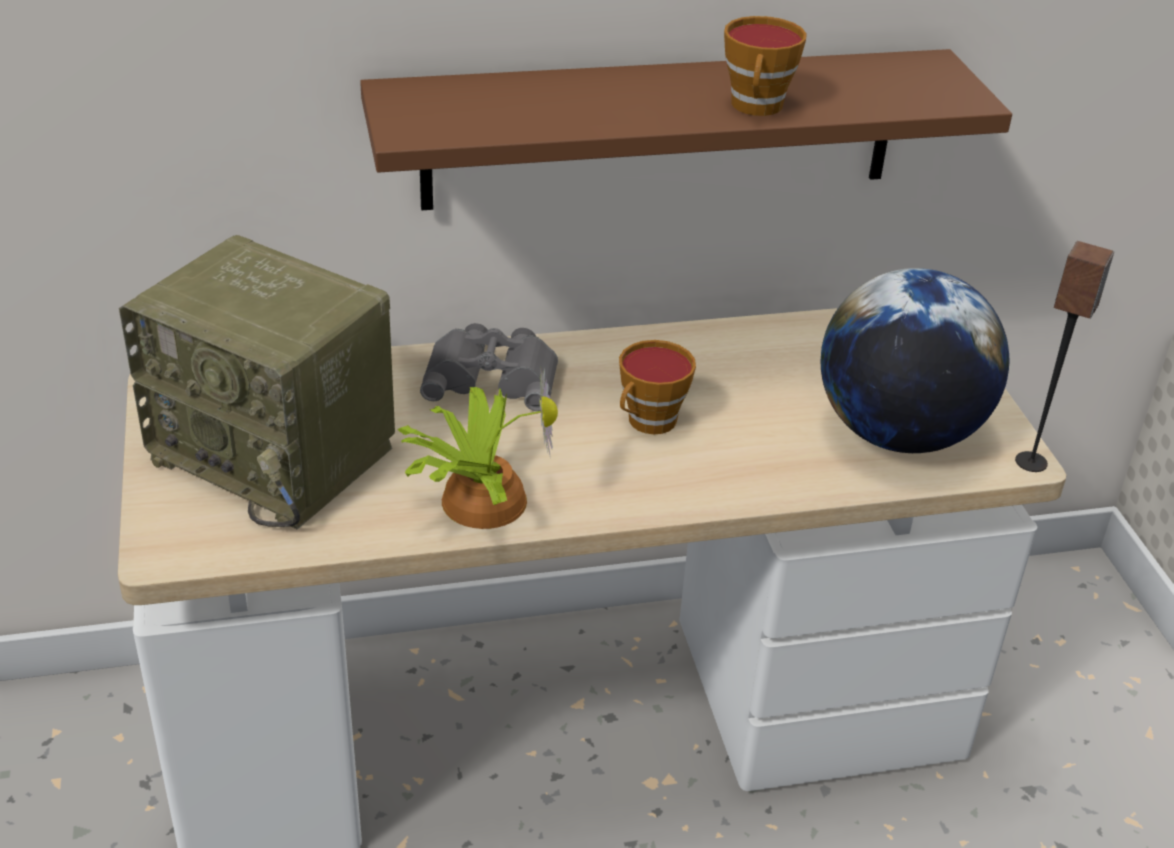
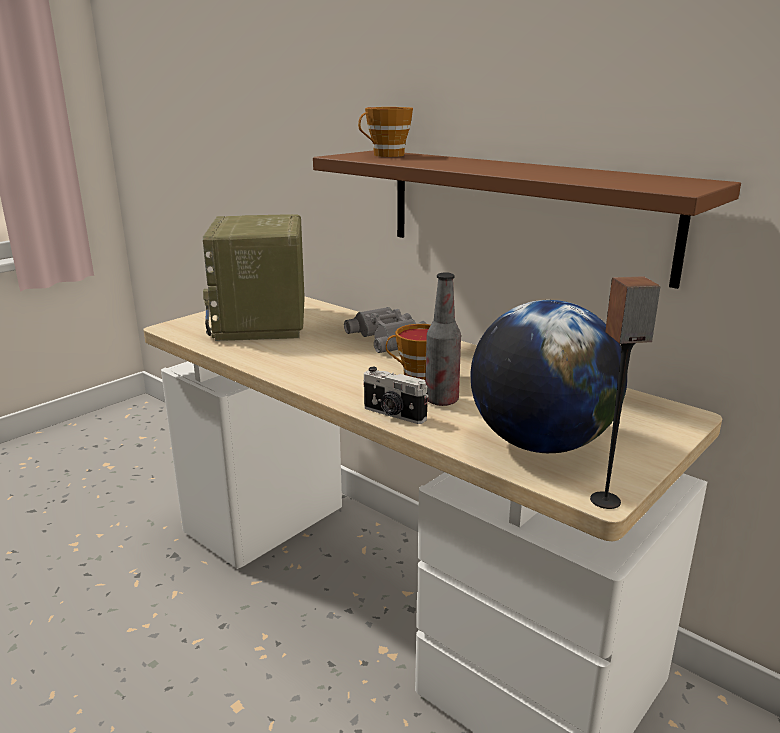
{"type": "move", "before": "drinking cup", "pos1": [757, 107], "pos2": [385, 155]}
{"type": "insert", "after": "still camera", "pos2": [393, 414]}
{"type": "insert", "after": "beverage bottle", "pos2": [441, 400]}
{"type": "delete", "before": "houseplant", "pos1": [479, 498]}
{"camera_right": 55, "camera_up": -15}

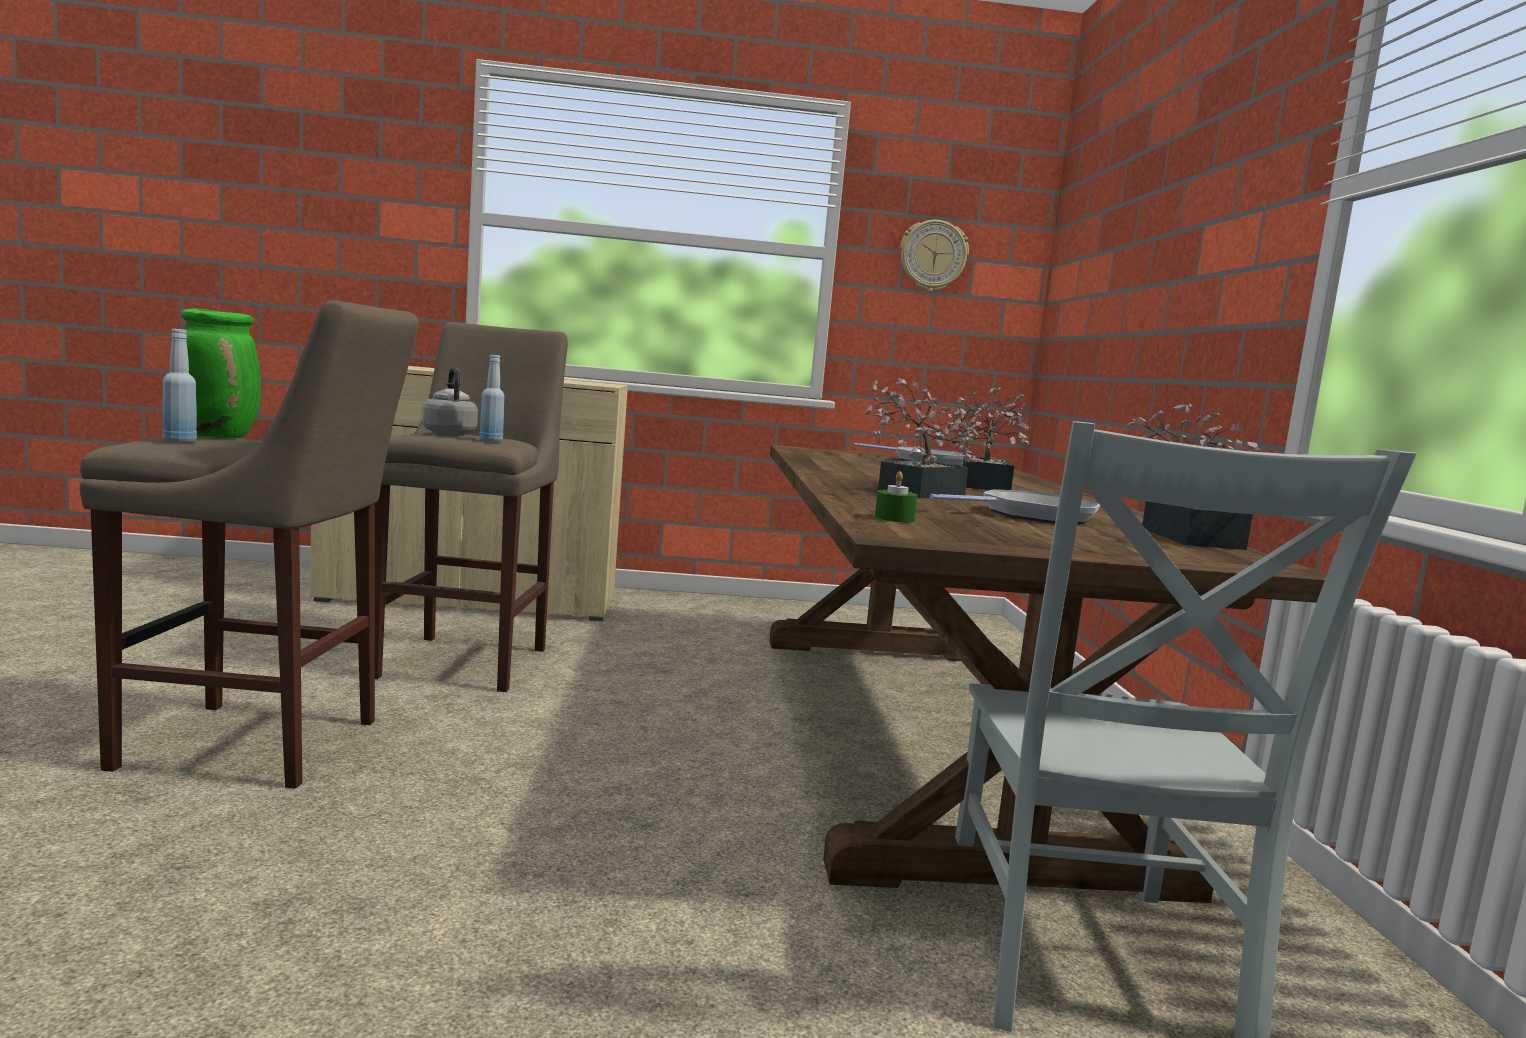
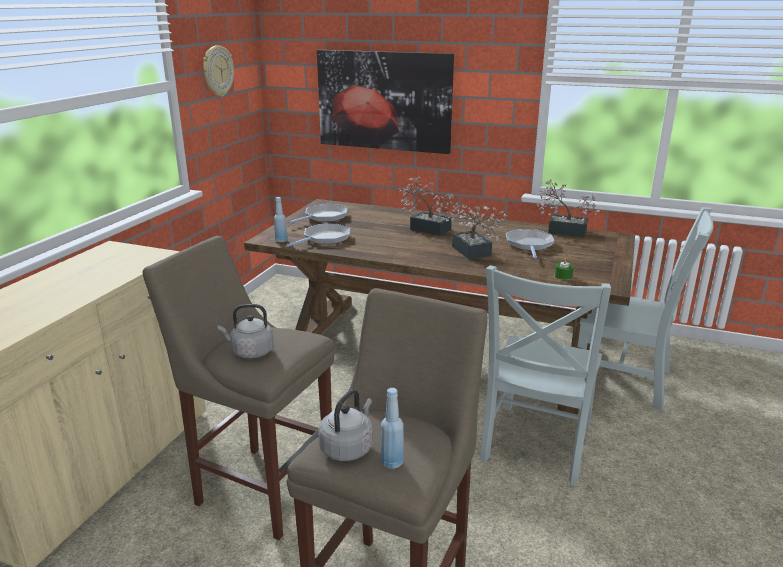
{"type": "move", "before": "blue beverage bottle", "pos1": [491, 440], "pos2": [281, 240]}
{"type": "insert", "after": "pan", "pos2": [324, 239]}
{"type": "insert", "after": "wall picture", "pos2": [384, 101]}
{"type": "replace", "before": "greenish vase", "after": "greyish kettle", "pos1": [220, 437], "pos2": [348, 447]}
{"type": "insert", "after": "greyish chair", "pos2": [535, 446]}
{"camera_right": -65, "camera_up": 15}

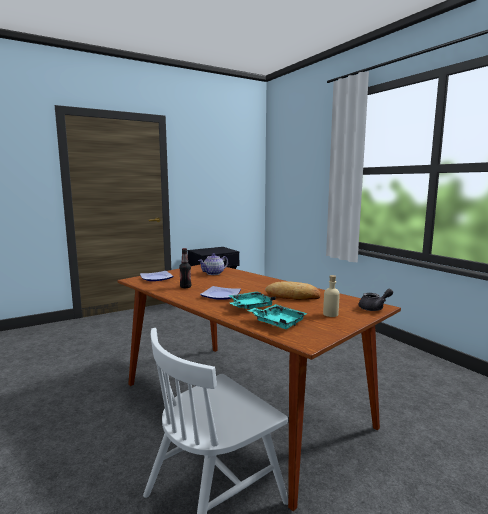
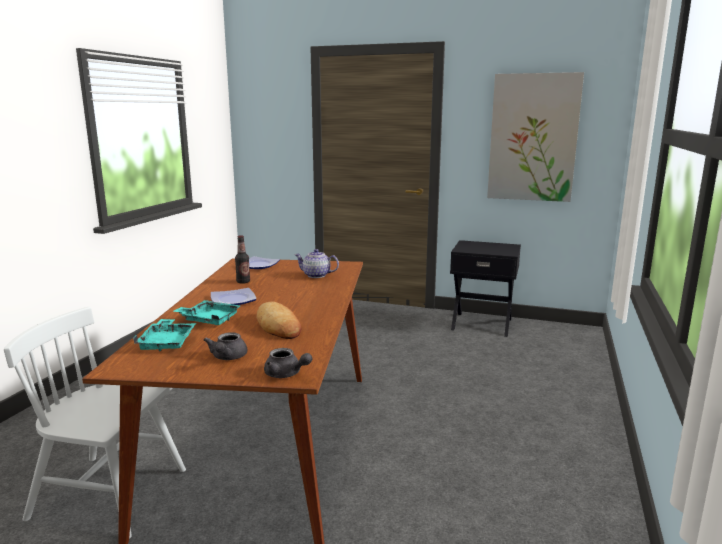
{"type": "replace", "before": "beige beverage bottle", "after": "greyish teapot", "pos1": [330, 314], "pos2": [227, 358]}
{"type": "insert", "after": "wall picture", "pos2": [533, 138]}
{"camera_right": 50, "camera_up": 5}

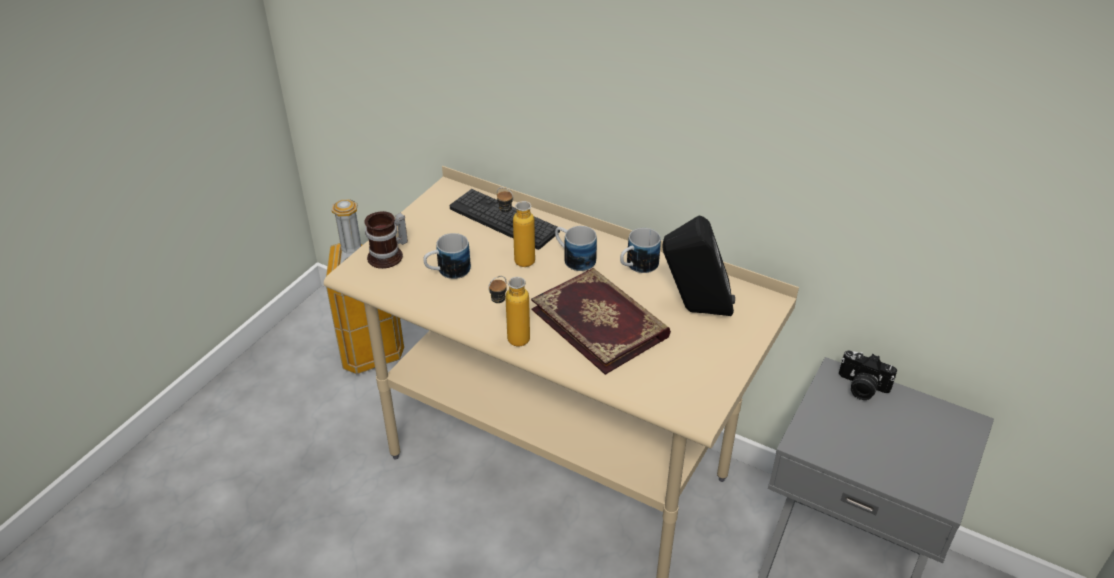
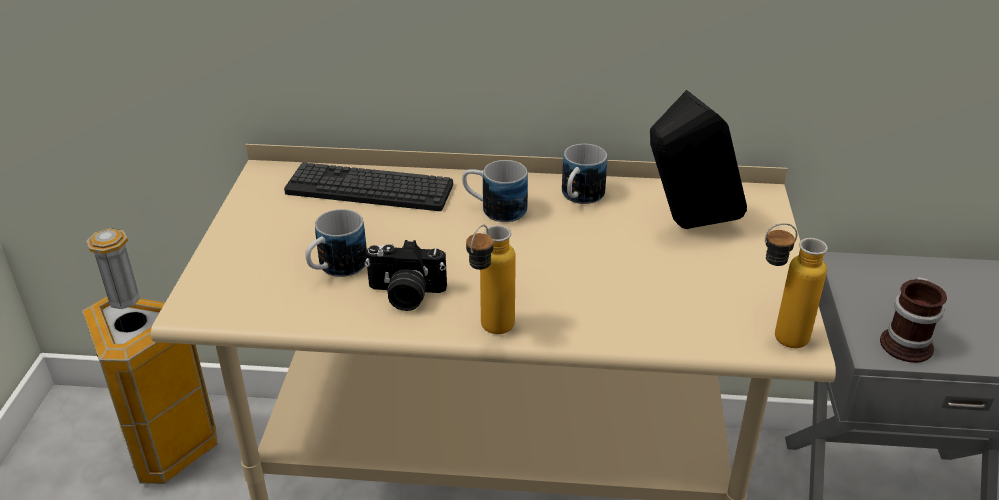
{"type": "move", "before": "still camera", "pos1": [861, 387], "pos2": [405, 295]}
{"type": "move", "before": "beverage bottle", "pos1": [516, 259], "pos2": [777, 338]}
{"type": "move", "before": "tea mug", "pos1": [389, 256], "pos2": [909, 342]}
{"type": "delete", "before": "bound book", "pos1": [601, 322]}
{"camera_right": -25, "camera_up": -5}

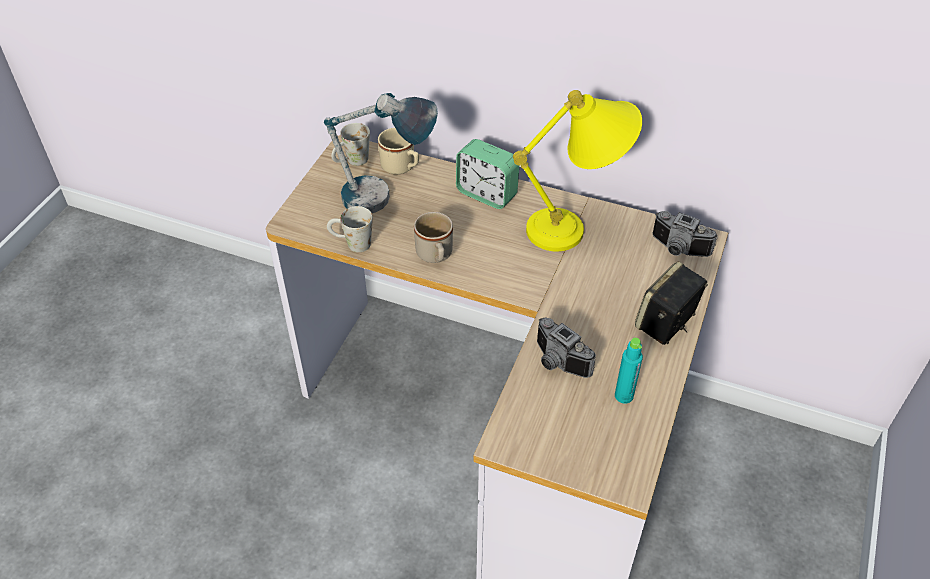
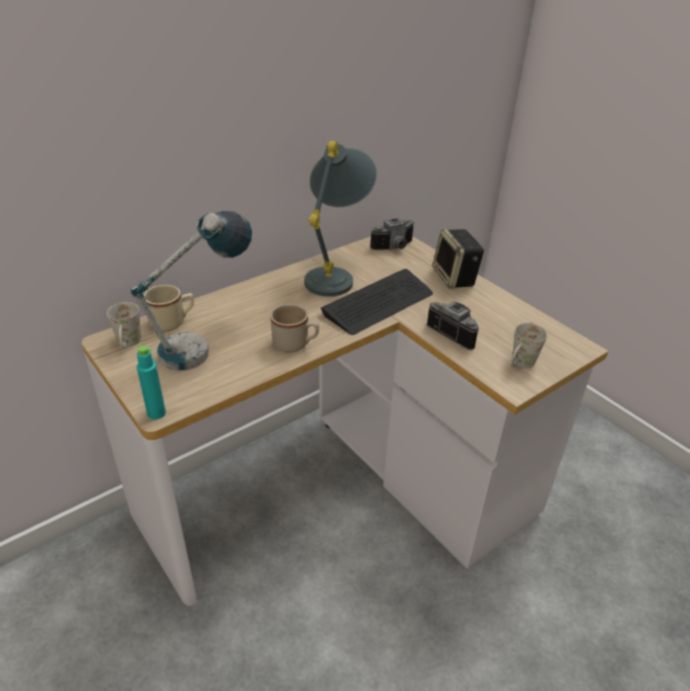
{"type": "move", "before": "turquoise-coloured beverage bottle", "pos1": [624, 396], "pos2": [156, 413]}
{"type": "recolor", "before": "yellow tabletop lamp", "after": "greyish tabletop lamp", "pos1": [576, 229], "pos2": [336, 274]}
{"type": "insert", "after": "PC keyboard", "pos2": [378, 303]}
{"type": "rotate", "before": "still camera", "pos1": [557, 363], "pos2": [455, 333], "turn": -120}
{"type": "move", "before": "white tea mug", "pos1": [351, 243], "pos2": [520, 365]}
{"type": "delete", "before": "alarm clock", "pos1": [486, 194]}
{"camera_right": -60, "camera_up": -10}

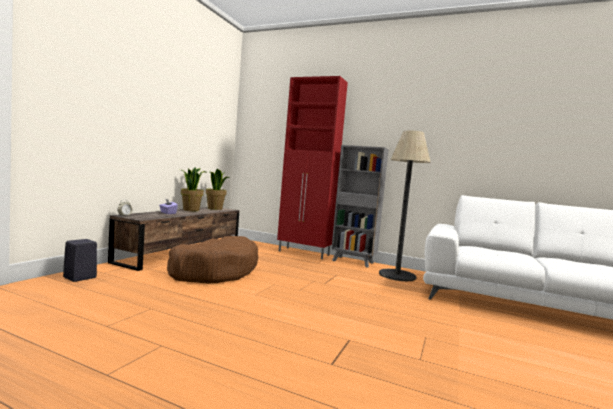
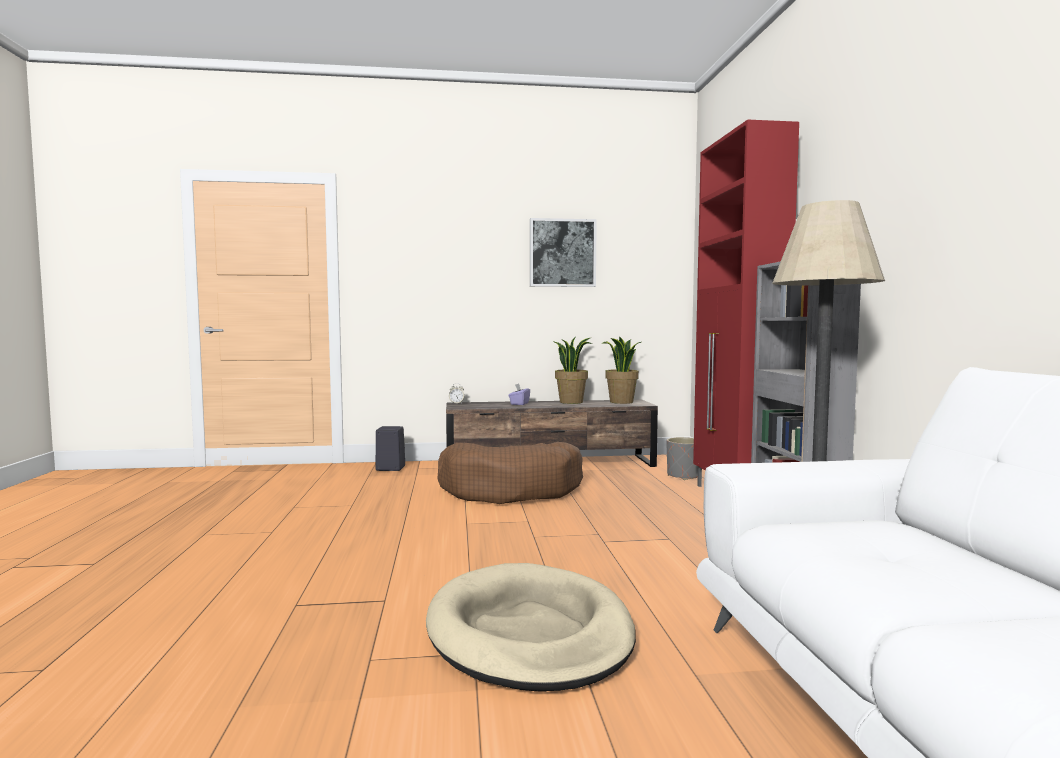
{"type": "insert", "after": "beige pet bed", "pos2": [529, 633]}
{"type": "insert", "after": "wall picture", "pos2": [562, 253]}
{"type": "insert", "after": "greyish flower pot", "pos2": [684, 476]}
{"camera_right": 60, "camera_up": 0}

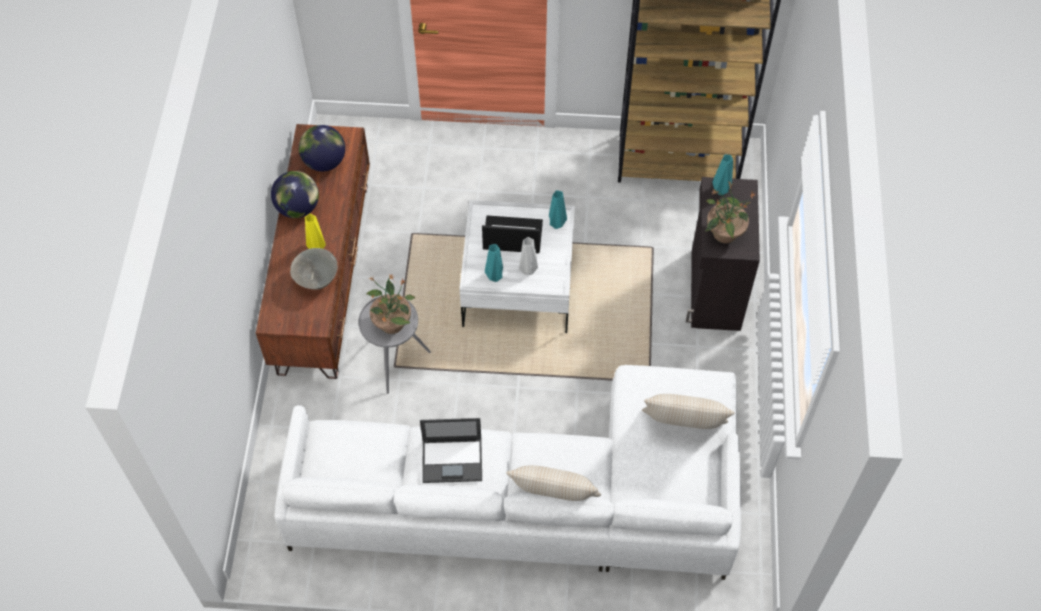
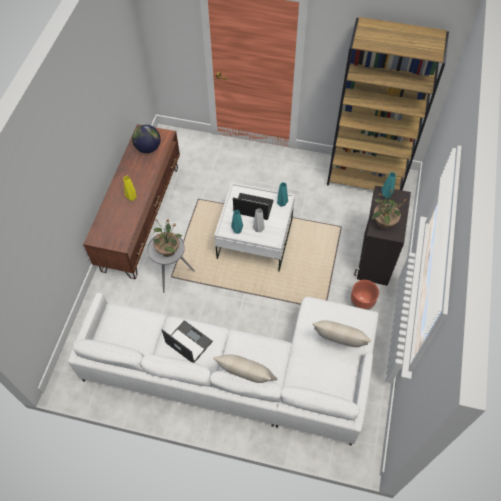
{"type": "rotate", "before": "portable computer", "pos1": [453, 460], "pos2": [188, 341], "turn": -150}
{"type": "insert", "after": "brown flower pot", "pos2": [361, 303]}
{"type": "delete", "before": "world globe", "pos1": [298, 208]}
{"type": "delete", "before": "greyish serving bowl", "pos1": [317, 280]}
{"camera_right": 10, "camera_up": 0}

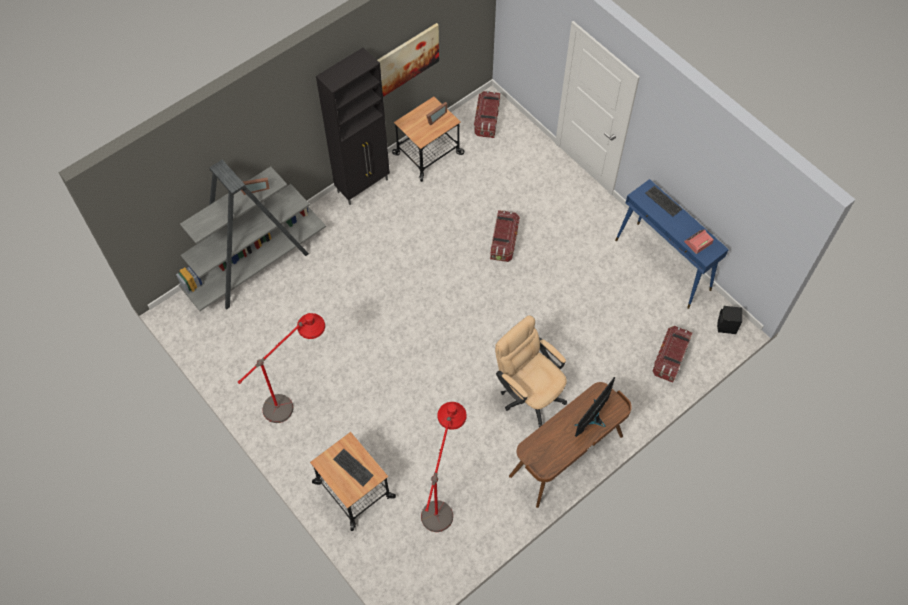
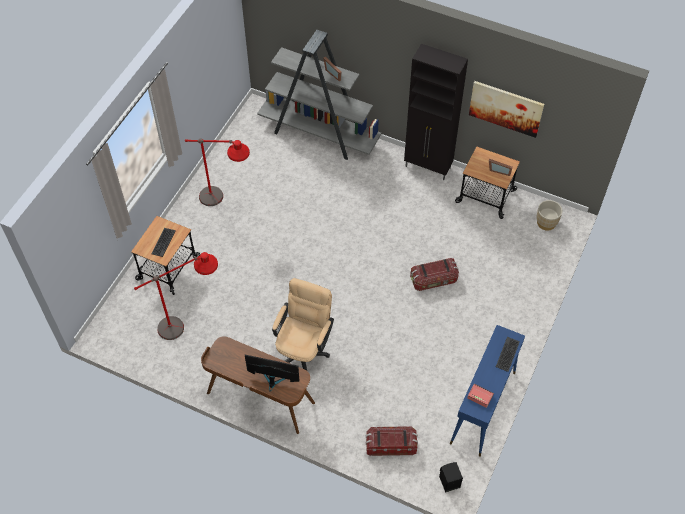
{"type": "replace", "before": "storage box", "after": "beige flower pot", "pos1": [487, 121], "pos2": [546, 223]}
{"camera_right": 65, "camera_up": -5}

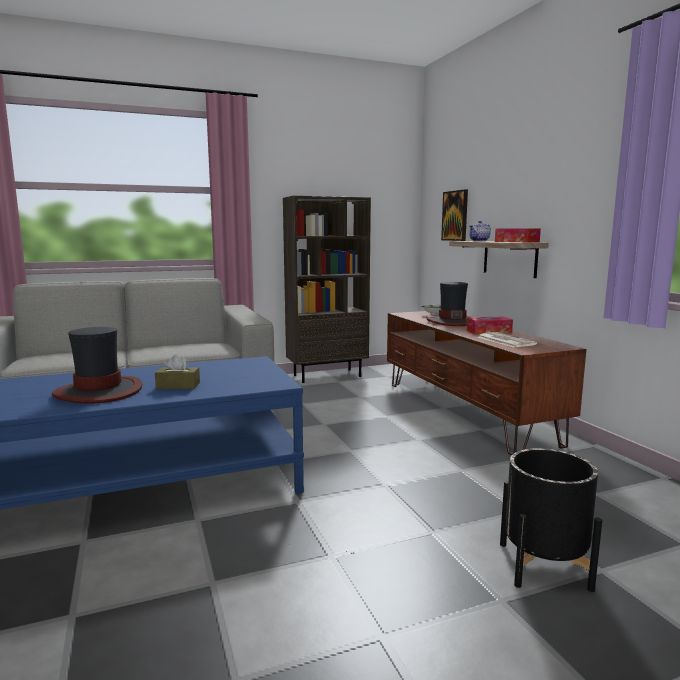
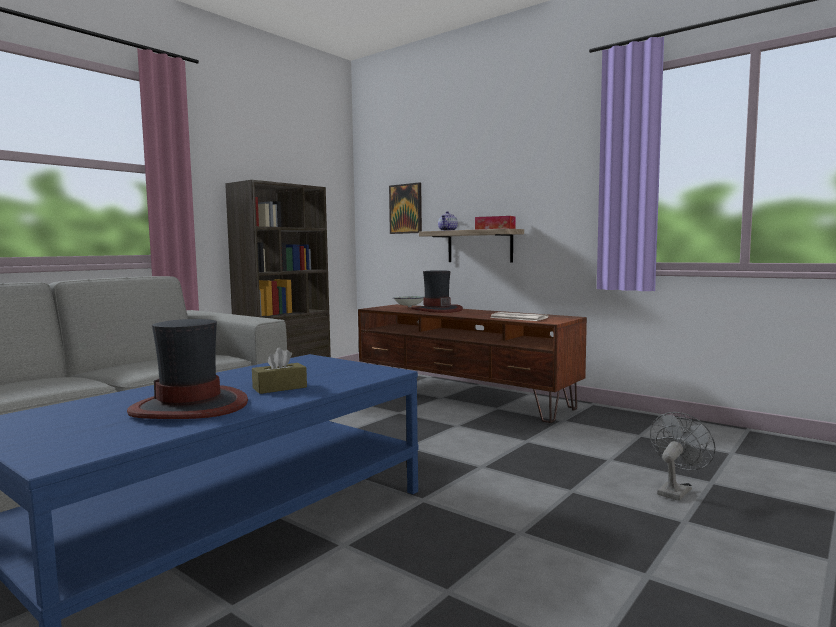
{"type": "replace", "before": "black-coloured flower pot", "after": "greyish electric fan", "pos1": [544, 566], "pos2": [676, 490]}
{"type": "delete", "before": "tissue holder", "pos1": [488, 331]}
{"camera_right": -30, "camera_up": -5}

